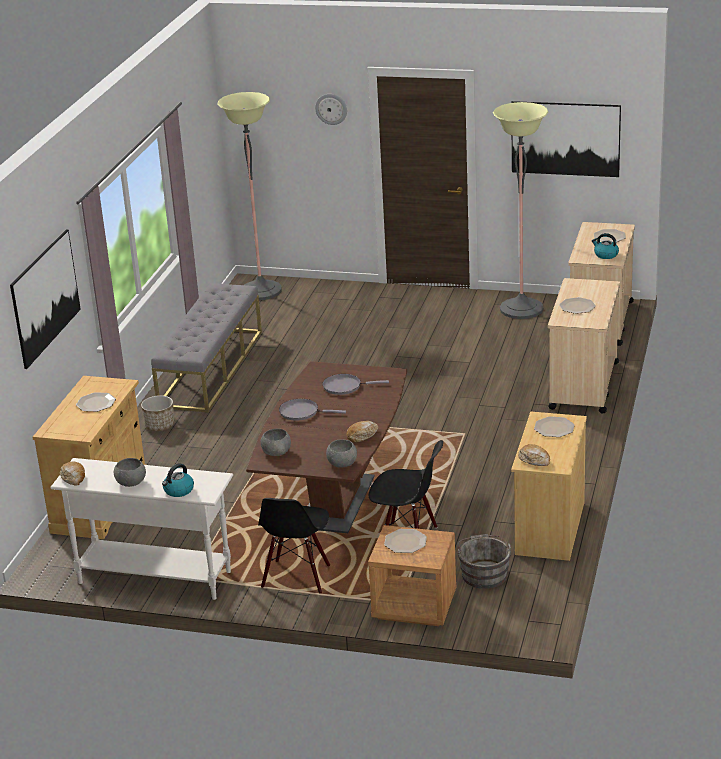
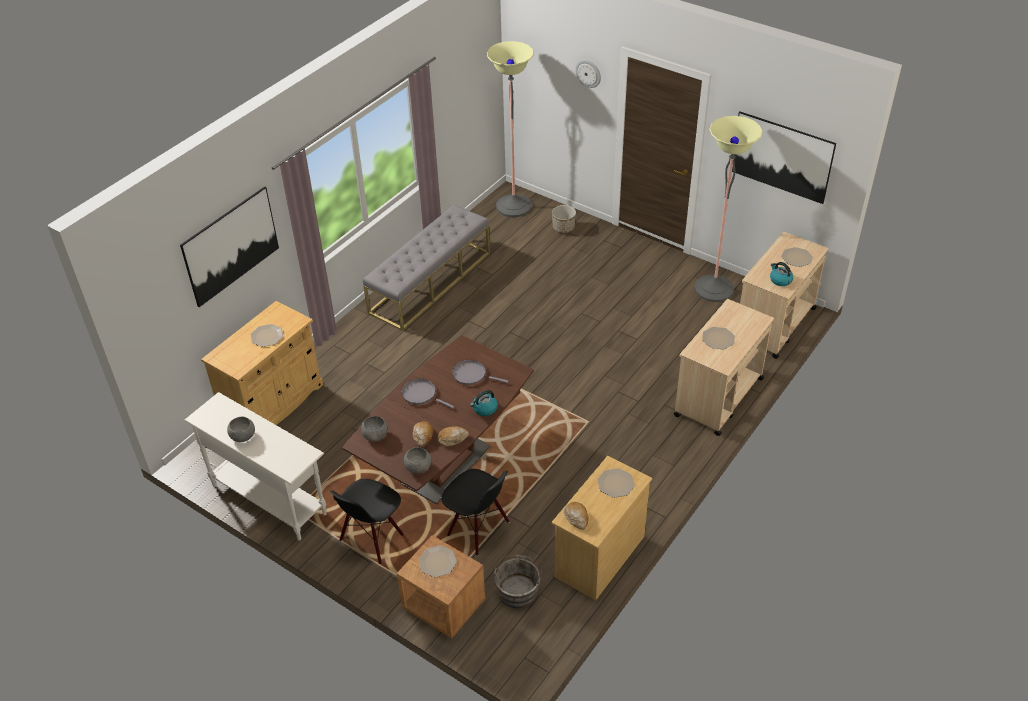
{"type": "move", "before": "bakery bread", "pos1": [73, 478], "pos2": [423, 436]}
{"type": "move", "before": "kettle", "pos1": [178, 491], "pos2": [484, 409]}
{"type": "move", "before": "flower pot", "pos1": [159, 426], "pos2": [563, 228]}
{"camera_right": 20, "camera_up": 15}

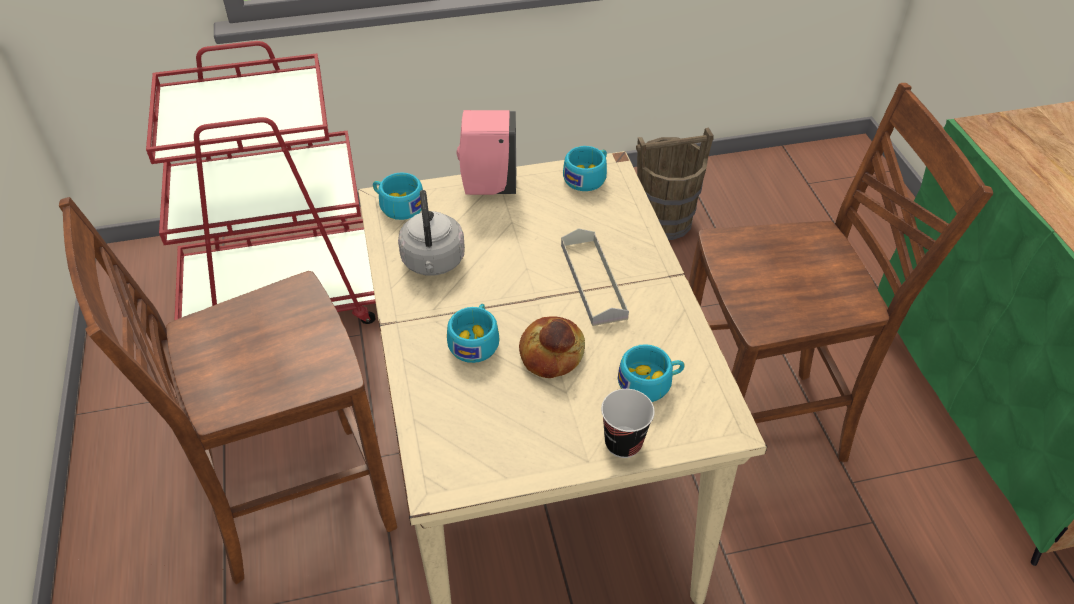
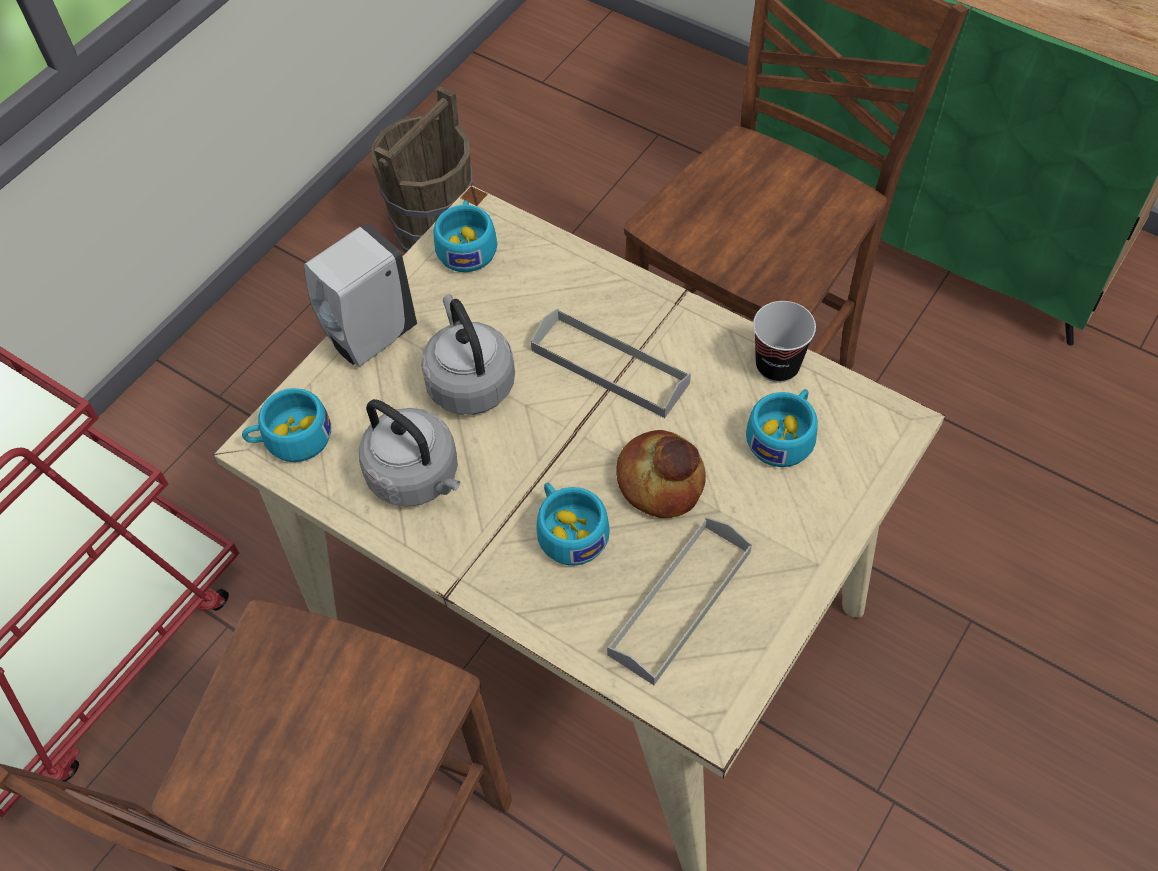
{"type": "recolor", "before": "pink liquid soap bottle", "after": "white liquid soap bottle", "pos1": [487, 187], "pos2": [369, 338]}
{"type": "insert", "after": "greyish kettle", "pos2": [469, 381]}
{"type": "insert", "after": "greyish carrying tray", "pos2": [680, 602]}
{"type": "move", "before": "drinking cup", "pos1": [623, 443], "pos2": [777, 366]}
{"camera_right": -40, "camera_up": 10}

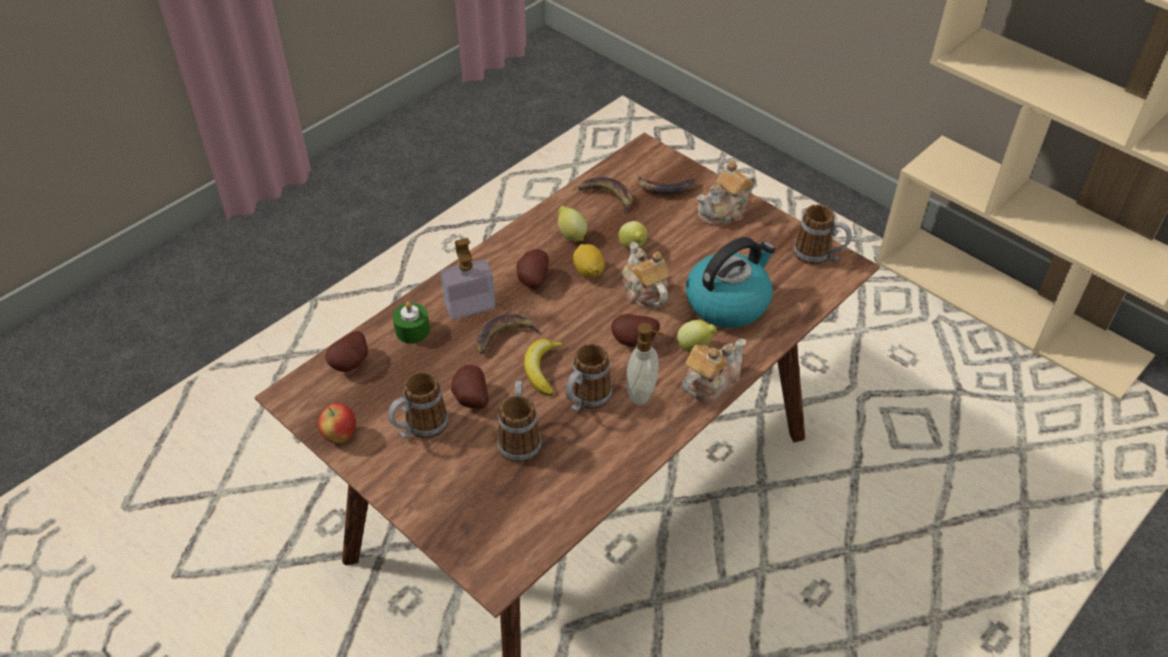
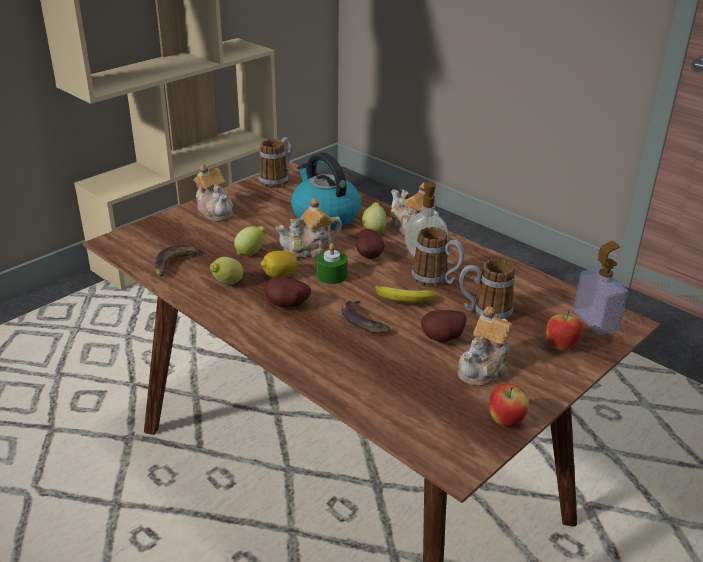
{"type": "move", "before": "greenish wax candle", "pos1": [412, 330], "pos2": [331, 275]}
{"type": "replace", "before": "tea mug", "after": "teapot", "pos1": [420, 428], "pos2": [484, 368]}
{"type": "insert", "after": "whole apple", "pos2": [560, 346]}
{"type": "move", "before": "liquid soap bottle", "pos1": [470, 306], "pos2": [595, 321]}
{"type": "delete", "before": "whole potato", "pos1": [352, 364]}
{"type": "delete", "before": "banana fruit", "pos1": [666, 188]}
{"camera_right": -90, "camera_up": -15}

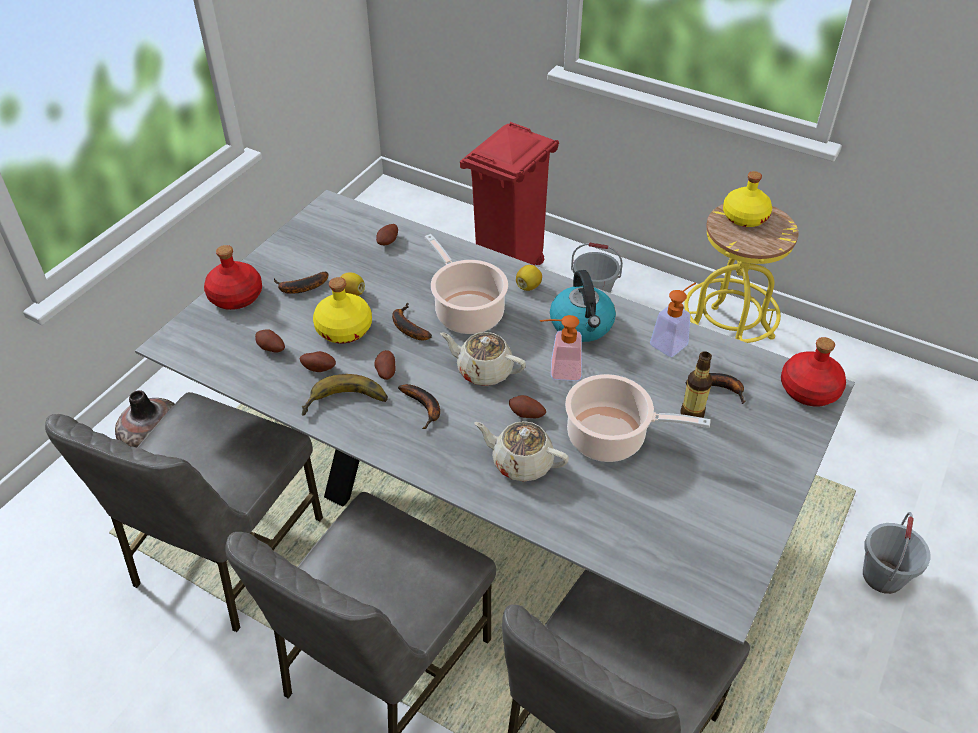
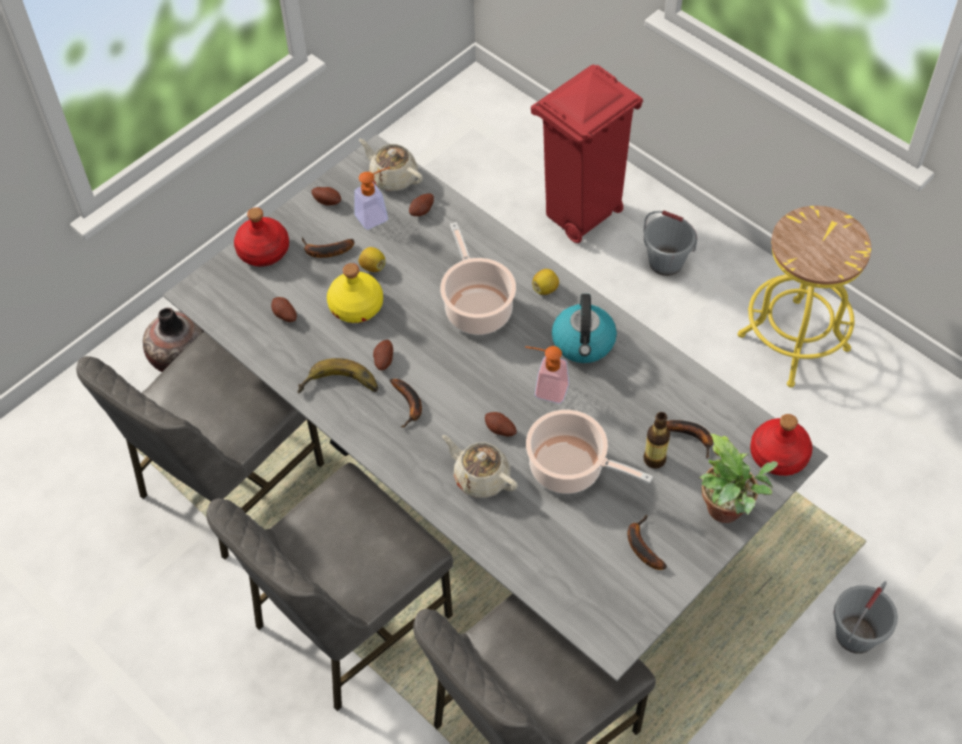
{"type": "move", "before": "whole potato", "pos1": [319, 368], "pos2": [327, 201]}
{"type": "move", "before": "liquid soap bottle", "pos1": [672, 341], "pos2": [376, 215]}
{"type": "move", "before": "beige teapot", "pos1": [483, 370], "pos2": [393, 177]}
{"type": "move", "before": "banana fruit", "pos1": [407, 327], "pos2": [641, 546]}
{"type": "insert", "after": "houseplant", "pos2": [728, 512]}
{"type": "delete", "before": "yellow beverage bottle", "pos1": [744, 217]}
{"camera_right": 15, "camera_up": 10}

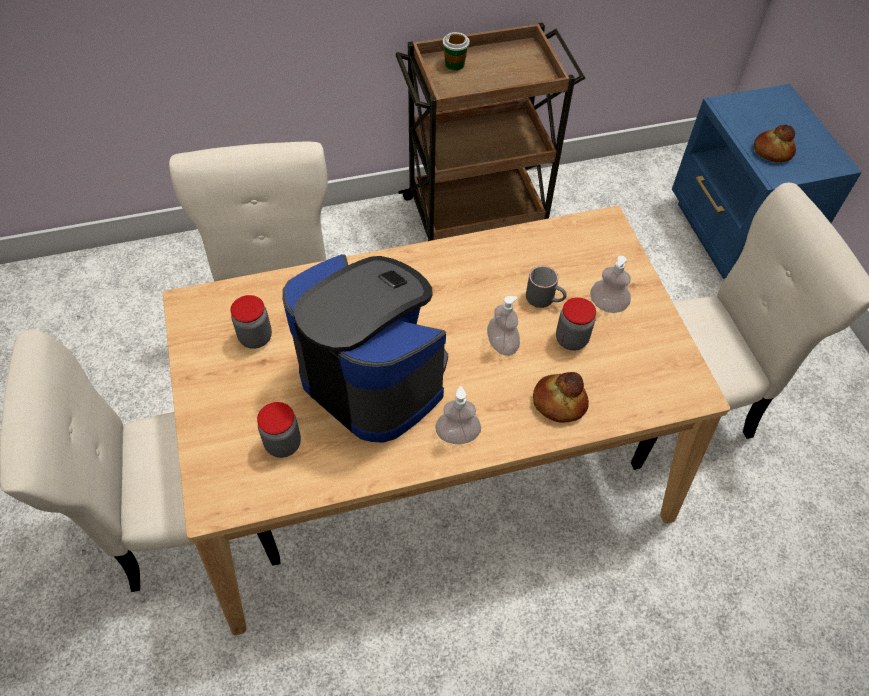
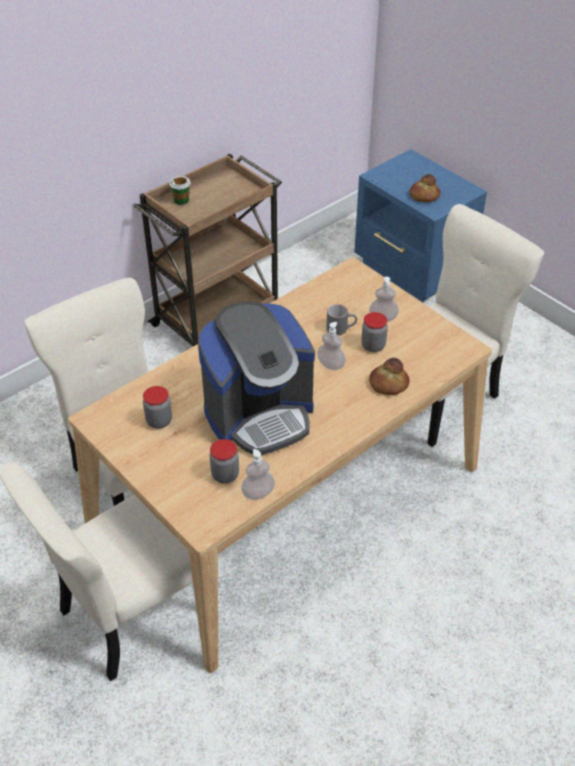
{"type": "rotate", "before": "coffee maker", "pos1": [374, 378], "pos2": [259, 414], "turn": 135}
{"type": "move", "before": "liquid soap bottle", "pos1": [457, 435], "pos2": [258, 493]}
{"camera_right": -25, "camera_up": -10}

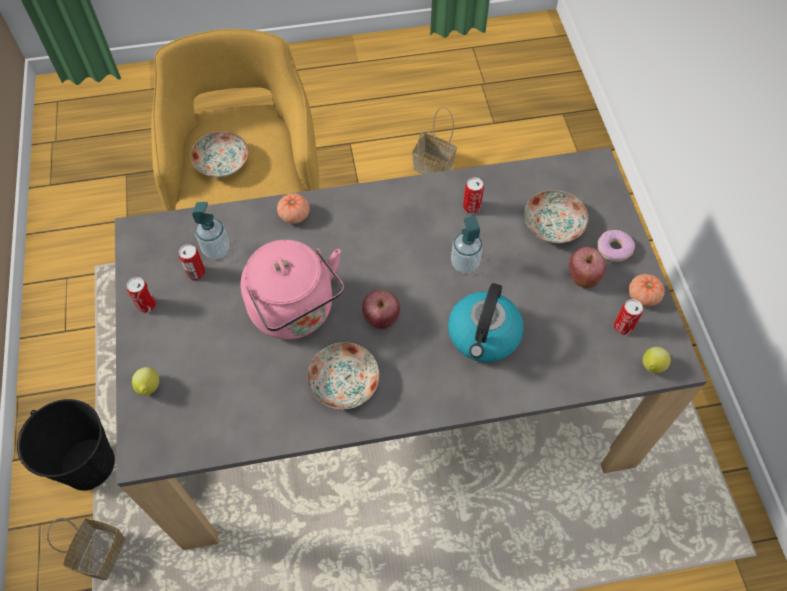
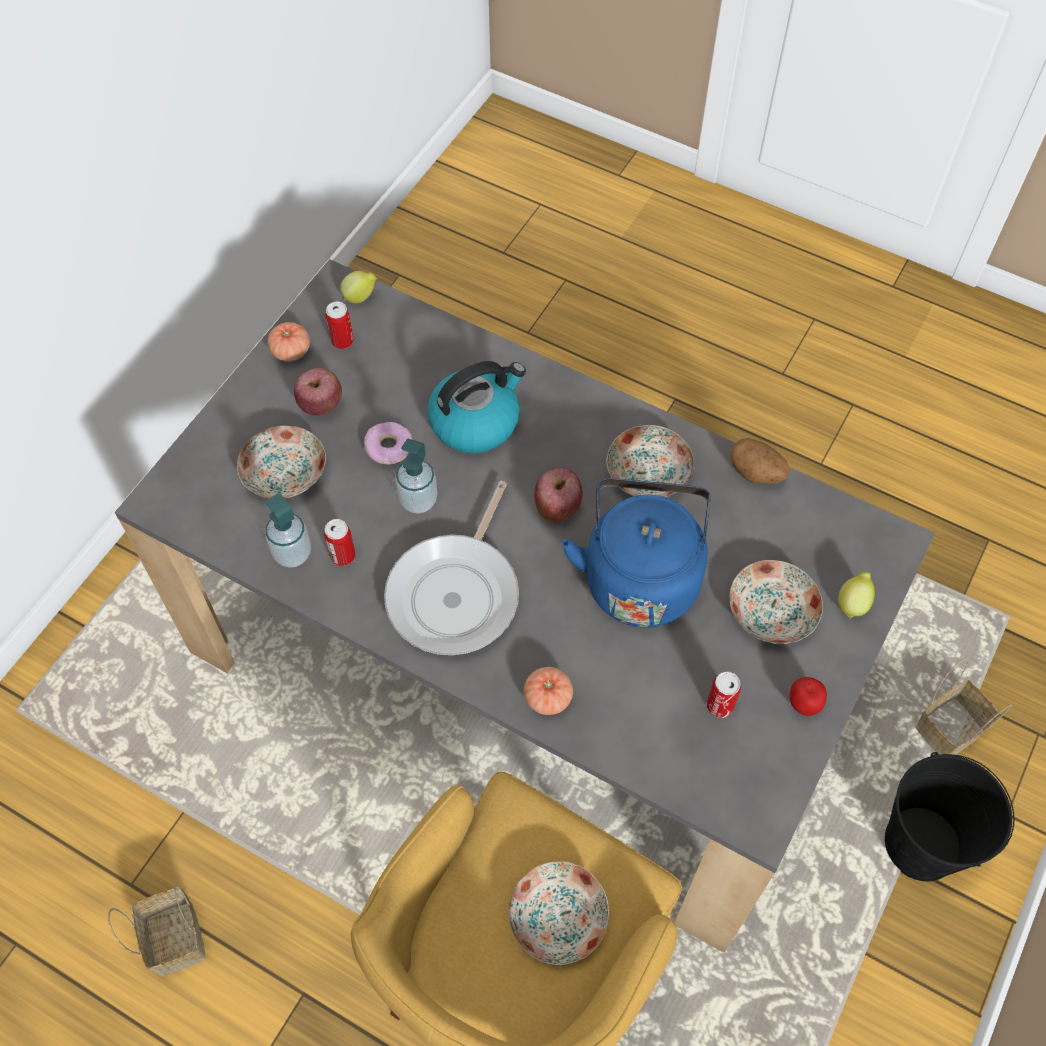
{"type": "move", "before": "liquid soap bottle", "pos1": [216, 249], "pos2": [292, 553]}
{"type": "move", "before": "doughnut", "pos1": [614, 249], "pos2": [389, 448]}
{"type": "insert", "after": "pan", "pos2": [457, 593]}
{"type": "recolor", "before": "pink kettle", "after": "blue kettle", "pos1": [296, 312], "pos2": [640, 576]}
{"type": "insert", "after": "dinner plate", "pos2": [770, 611]}
{"type": "insert", "after": "whole potato", "pos2": [756, 472]}
{"type": "replace", "before": "can", "after": "whole apple", "pos1": [146, 305], "pos2": [803, 705]}
{"camera_right": -140, "camera_up": 0}

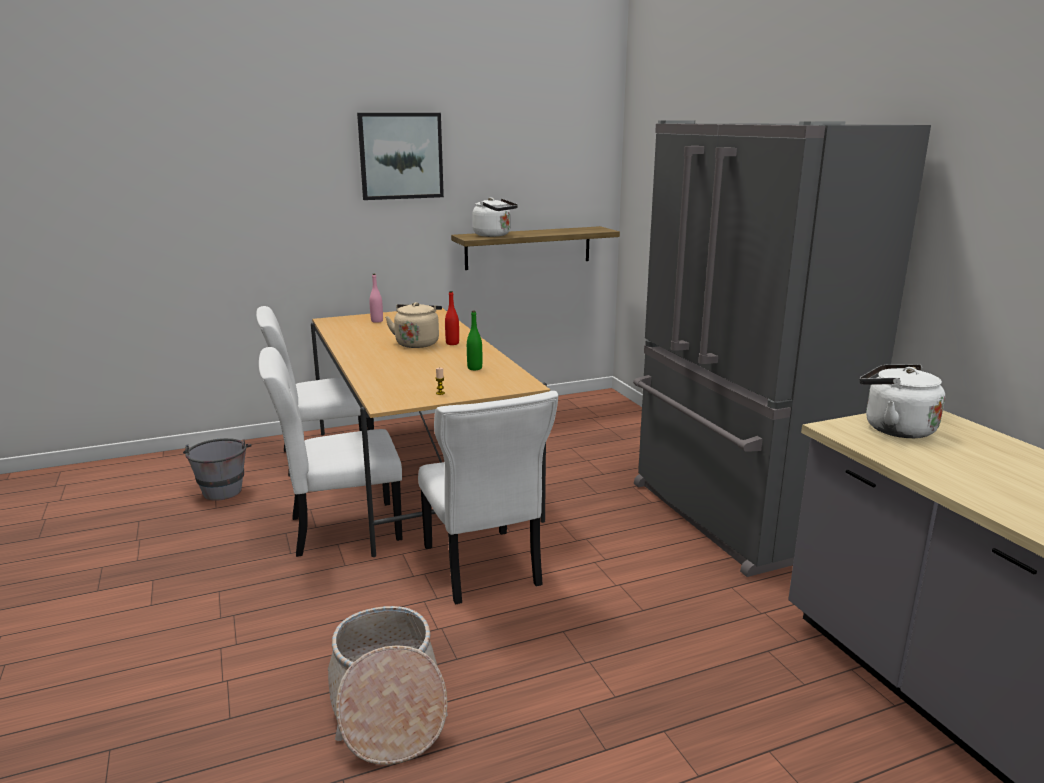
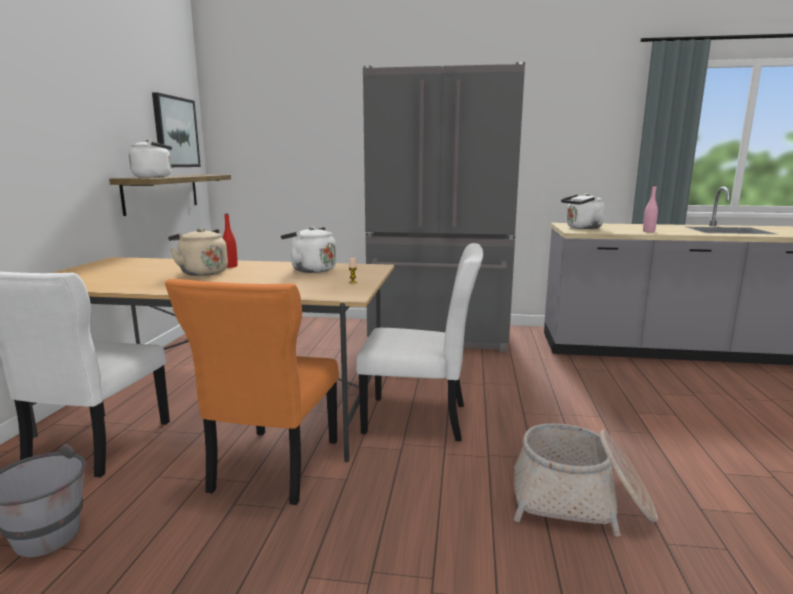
{"type": "move", "before": "wall picture", "pos1": [401, 156], "pos2": [175, 132]}
{"type": "recolor", "before": "white chair", "after": "orangey chair", "pos1": [340, 529], "pos2": [272, 468]}
{"type": "replace", "before": "greenish beverage bottle", "after": "white kettle", "pos1": [474, 368], "pos2": [311, 270]}
{"type": "move", "before": "pink beverage bottle", "pos1": [377, 321], "pos2": [648, 231]}
{"camera_right": -60, "camera_up": -5}

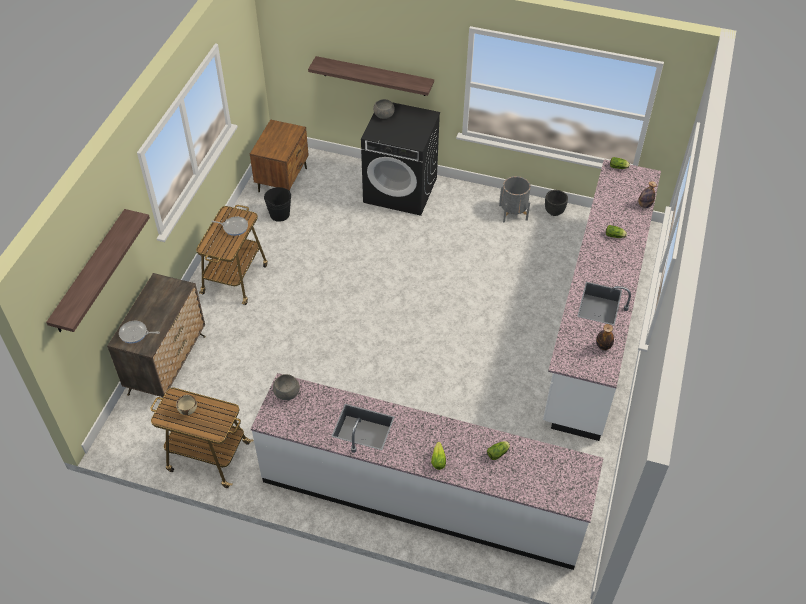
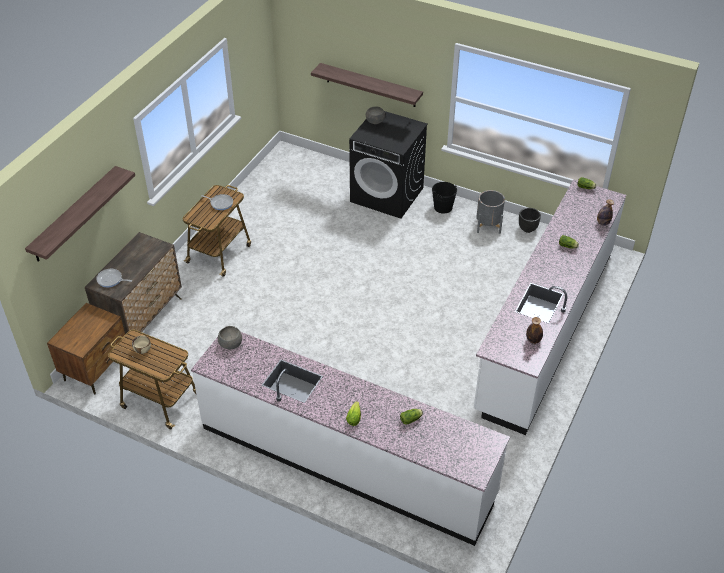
{"type": "move", "before": "brown nightstand", "pos1": [283, 180], "pos2": [96, 369]}
{"type": "move", "before": "black-coloured bucket", "pos1": [279, 214], "pos2": [443, 207]}
{"camera_right": 10, "camera_up": -5}

